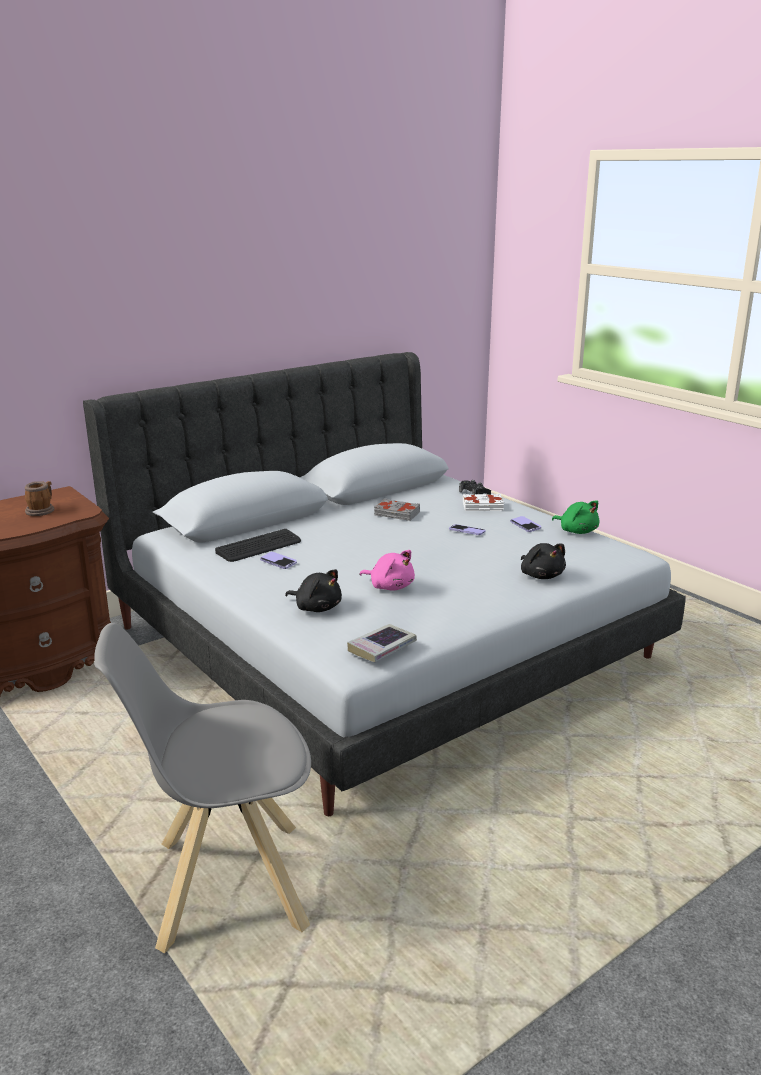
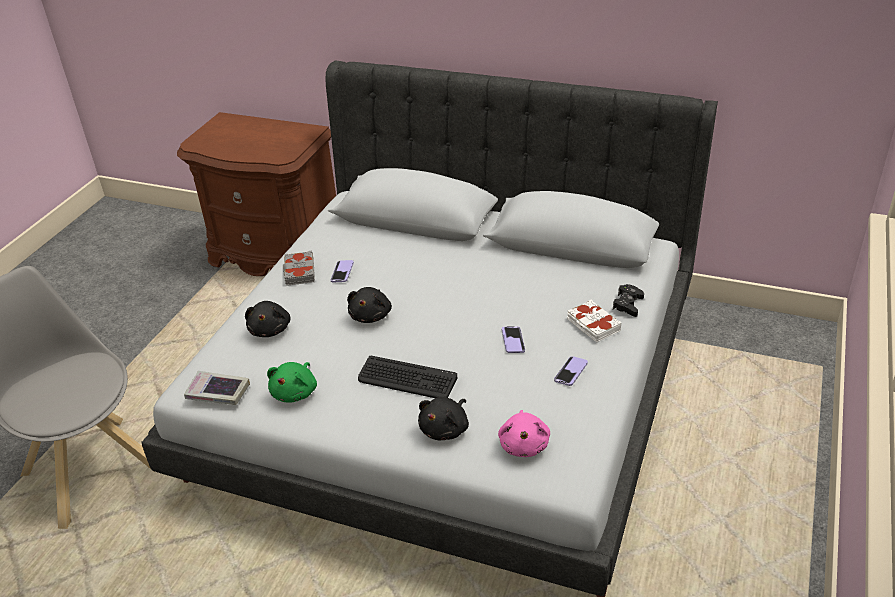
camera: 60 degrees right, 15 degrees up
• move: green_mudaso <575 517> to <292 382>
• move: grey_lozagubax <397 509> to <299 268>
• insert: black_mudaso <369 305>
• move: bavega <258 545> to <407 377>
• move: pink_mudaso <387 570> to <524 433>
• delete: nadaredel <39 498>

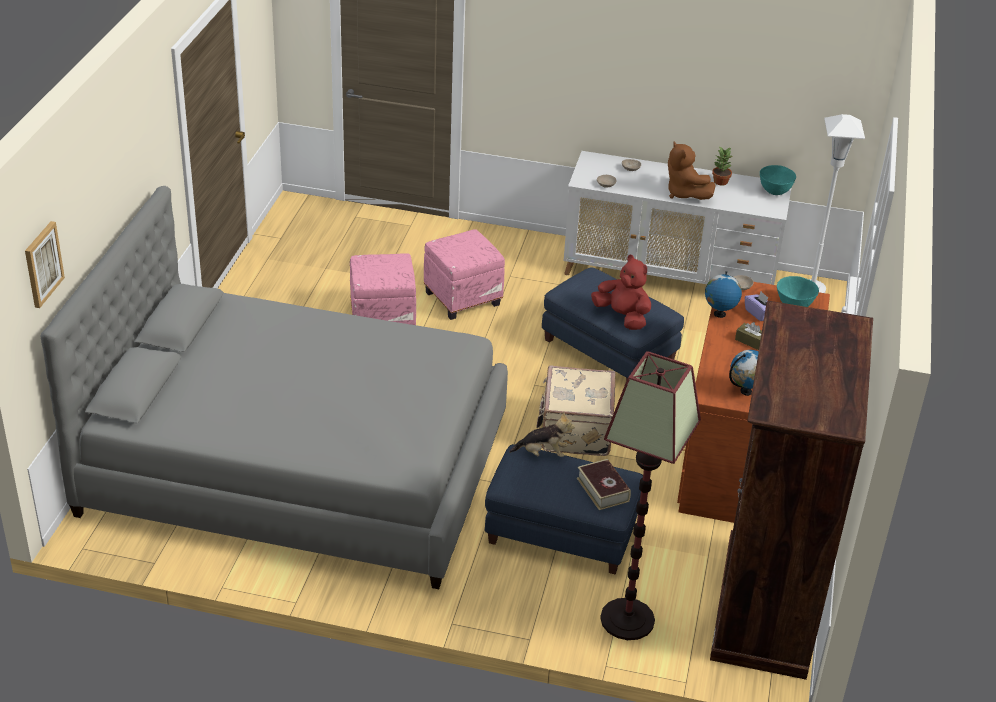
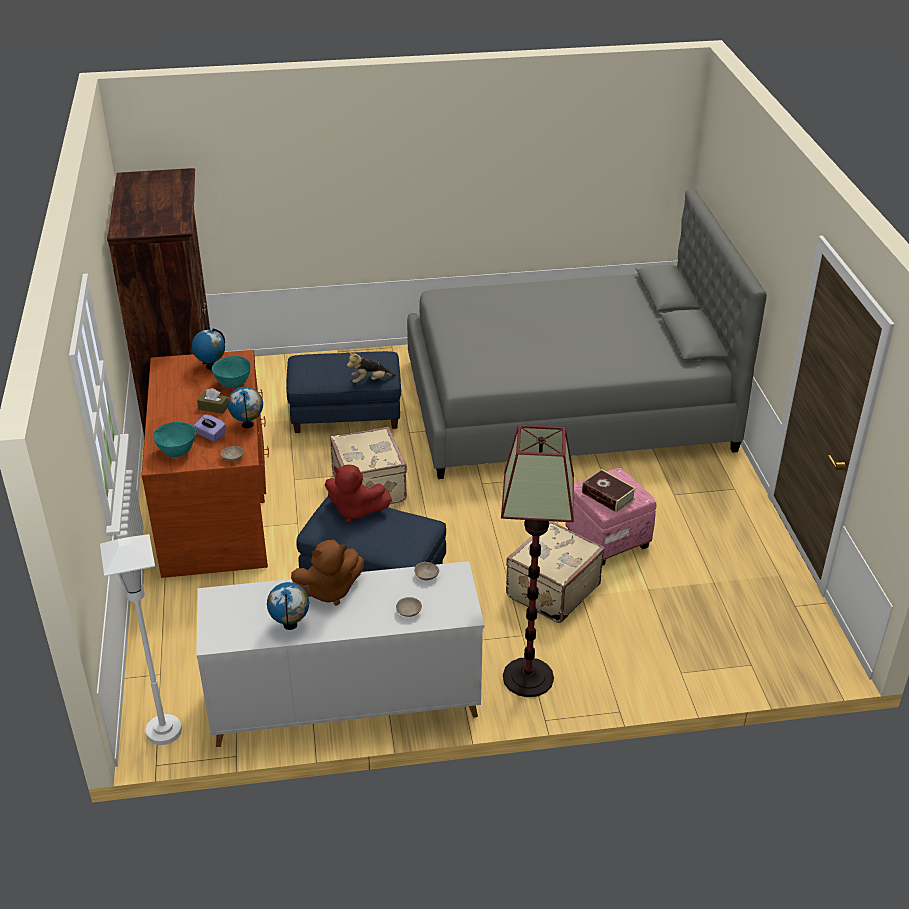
camera: 160 degrees right, 0 degrees up
• move: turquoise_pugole <778 180> to <231 372>
• replace: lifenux <722 166> to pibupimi <288 606>
• rotate: brown_mudaso <692 170> = <327 573> 120 degrees clockwise
• move: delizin <650 495> to <537 561>
• replace: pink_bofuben <464 274> to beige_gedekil <555 572>
• move: lozagubax <604 484> to <609 491>
• delete: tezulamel <45 264>

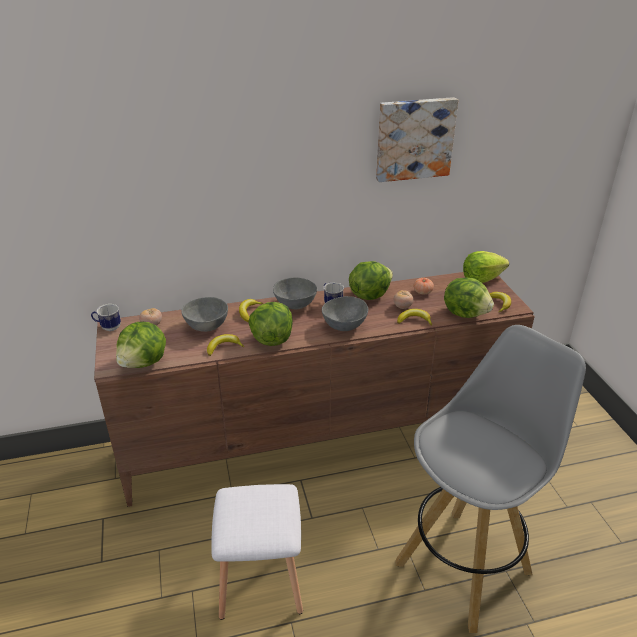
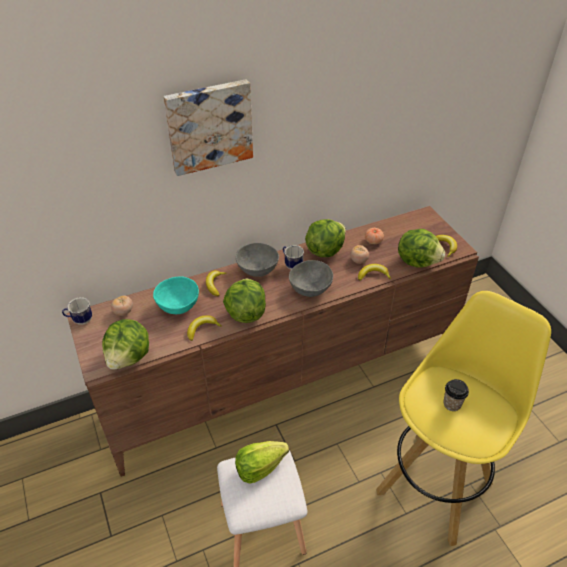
camera: 10 degrees left, 10 degrees up
• recolor: grey_pugole <204 314> to turquoise_pugole <176 295>
• move: tezulamel <417 139> to <208 127>
• move: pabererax <486 267> to <262 462>
• recolor: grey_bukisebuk <490 479> to yellow_bukisebuk <463 418>
• insert: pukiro <456 395>

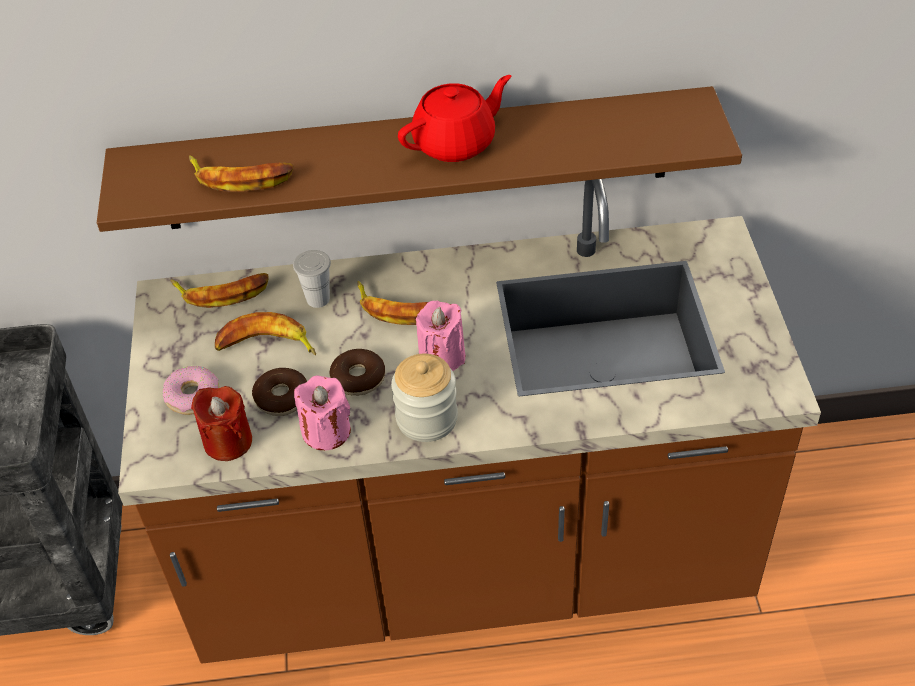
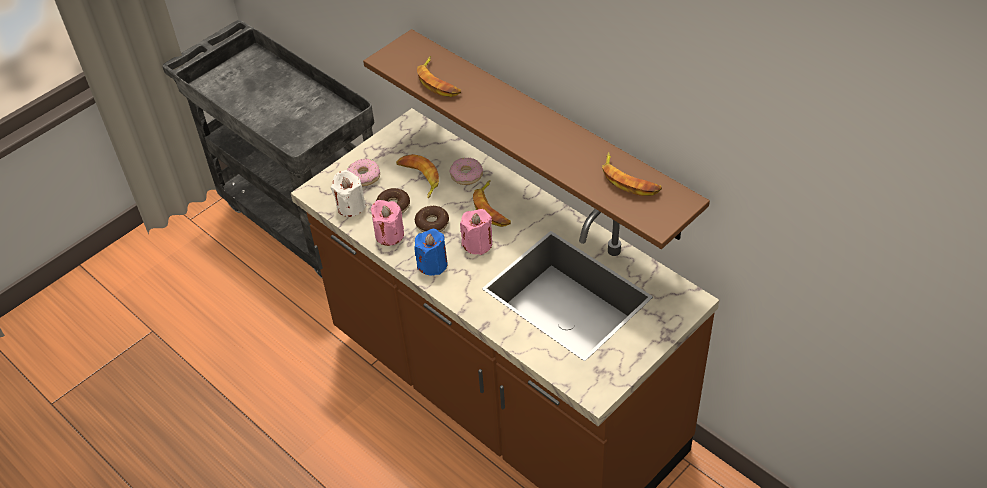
camera: 50 degrees right, 0 degrees up
• recolor: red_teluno <221 423> to white_teluno <348 193>
• replace: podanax <424 398> to blue_teluno <431 252>
• replace: white_pukiro <312 279> to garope <466 171>
• move: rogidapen <219 290> to <632 174>
• delete: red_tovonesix <454 118>

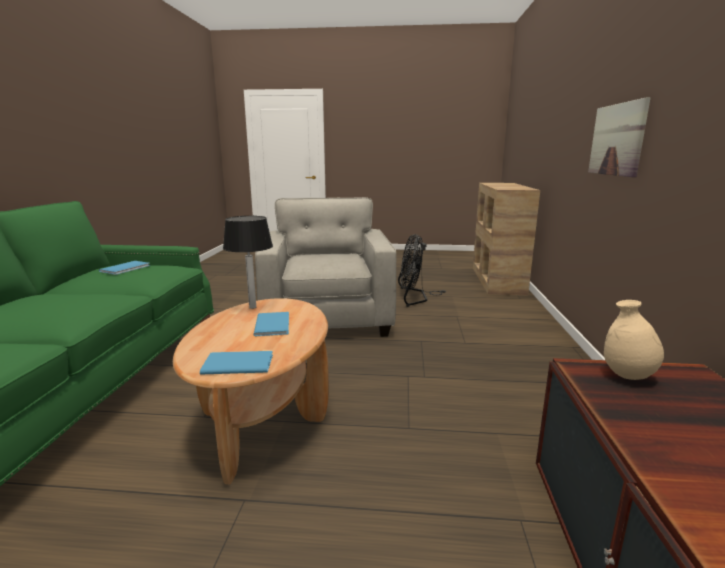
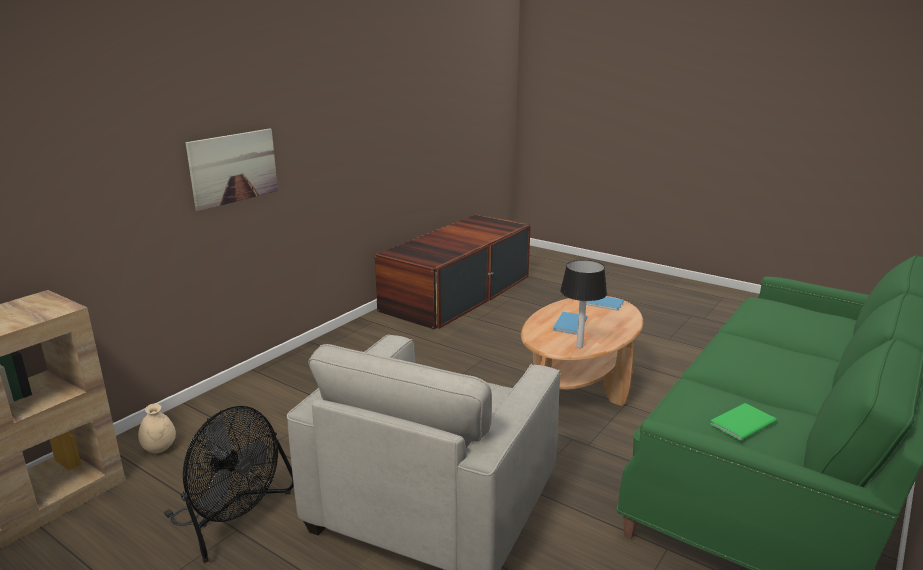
camera: 150 degrees left, 5 degrees up
• move: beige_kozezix <634 340> to <157 428>
• recolor: blue_lozagubax <124 268> to green_lozagubax <743 422>

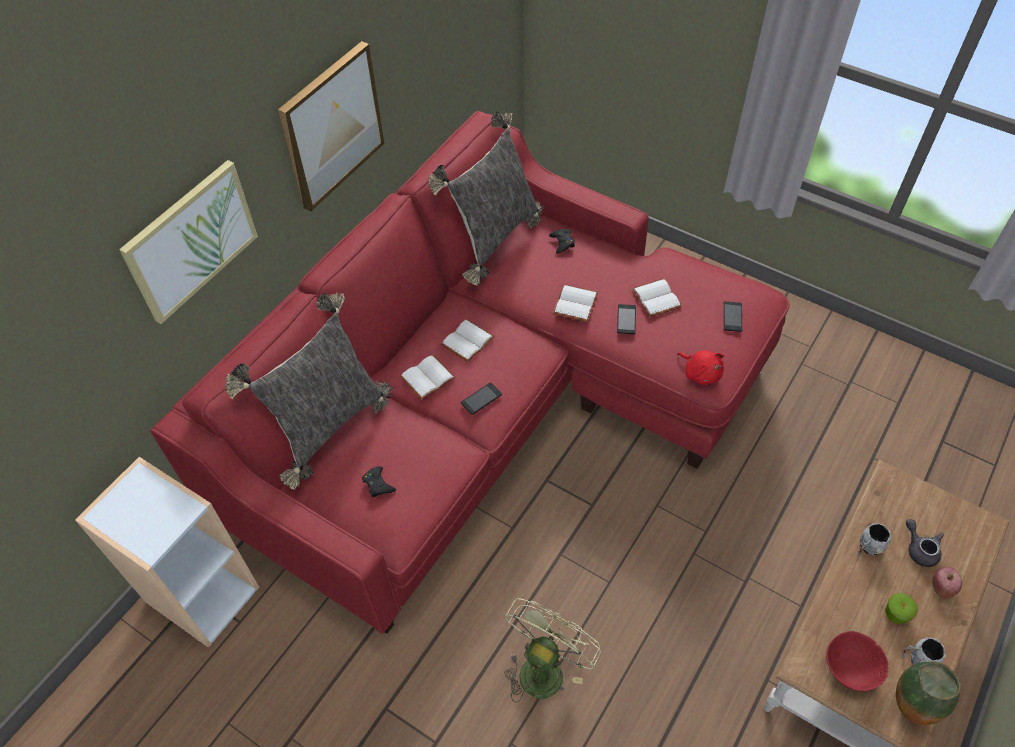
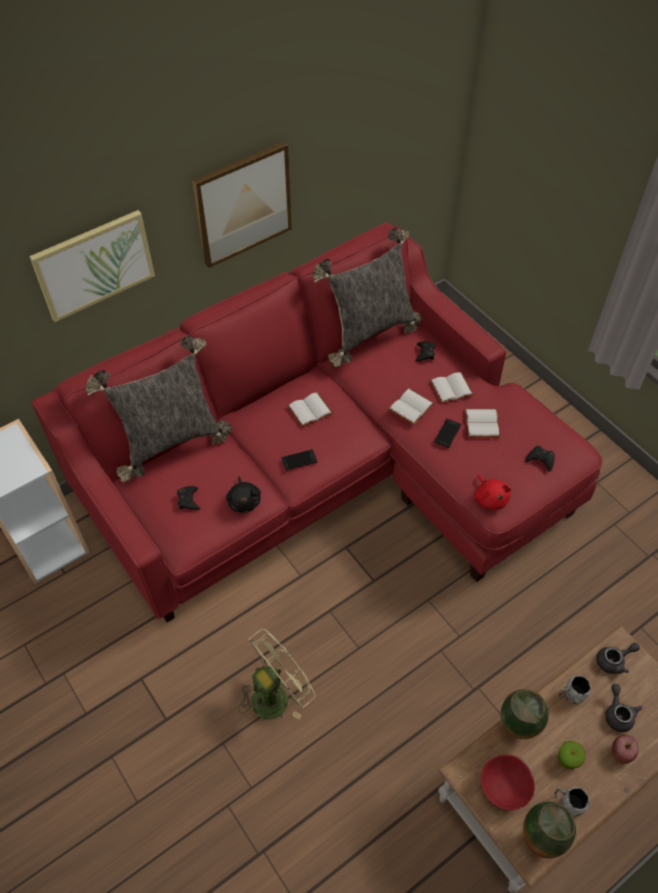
camera: 20 degrees right, 0 degrees up
• insert: black_mudaso <243 494>
• move: white_lozagubax <428 377> to <452 388>
• insert: kozezix <525 714>
• replace: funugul <733 316> to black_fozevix <540 459>
• insert: grey_tovonesix <618 658>

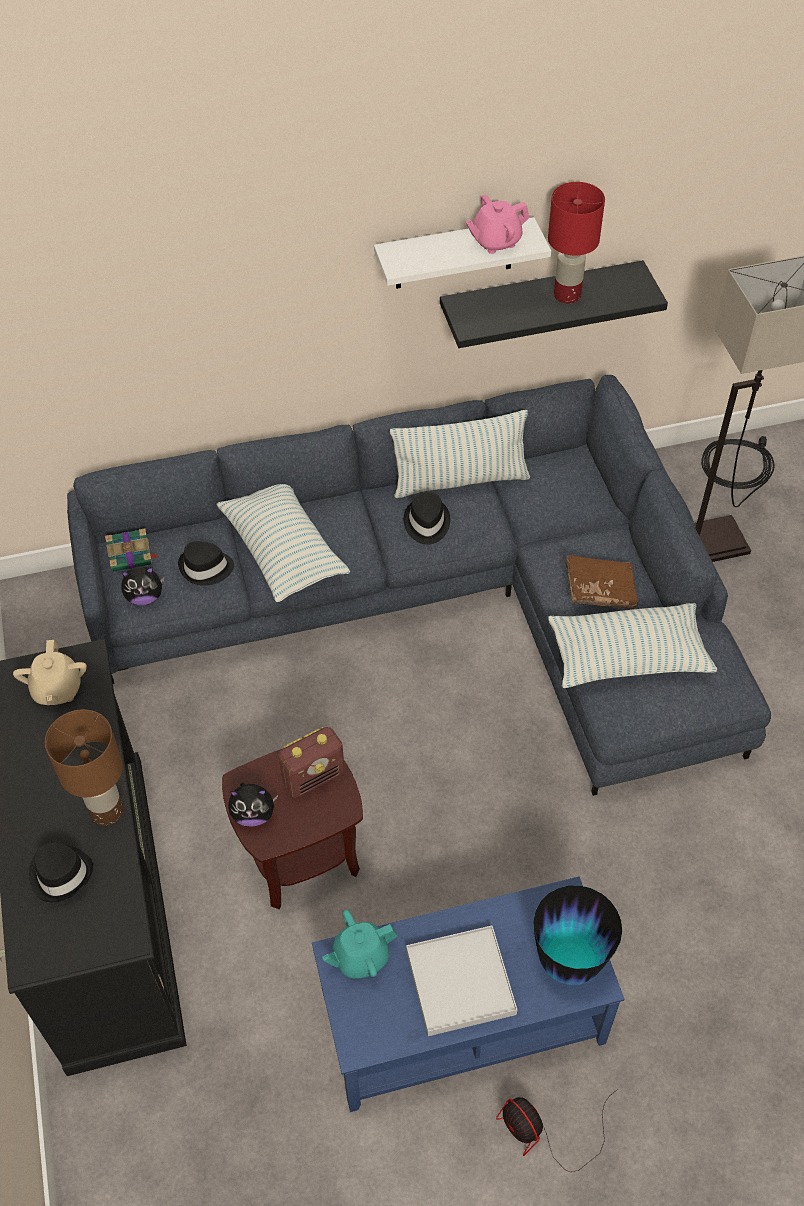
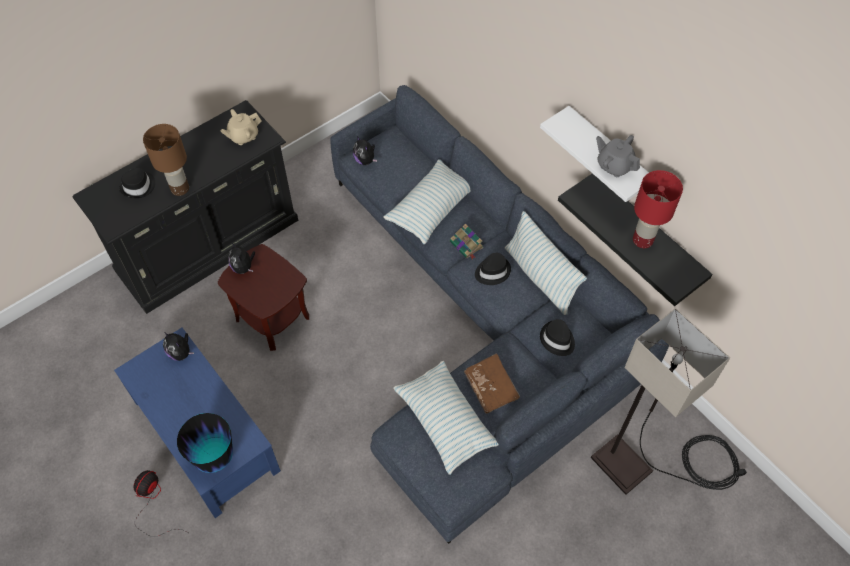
camera: 65 degrees right, 5 degrees up
• replace: turquoise_tovonesix <360 944> to mudaso <178 346>
• move: lozagubax <132 550> to <467 241>
• move: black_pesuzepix <206 563> to <557 337>
• recolor: pink_tovonesix <498 224> to grey_tovonesix <618 156>
• delete: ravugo <311 762>
• delete: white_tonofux <461 980>

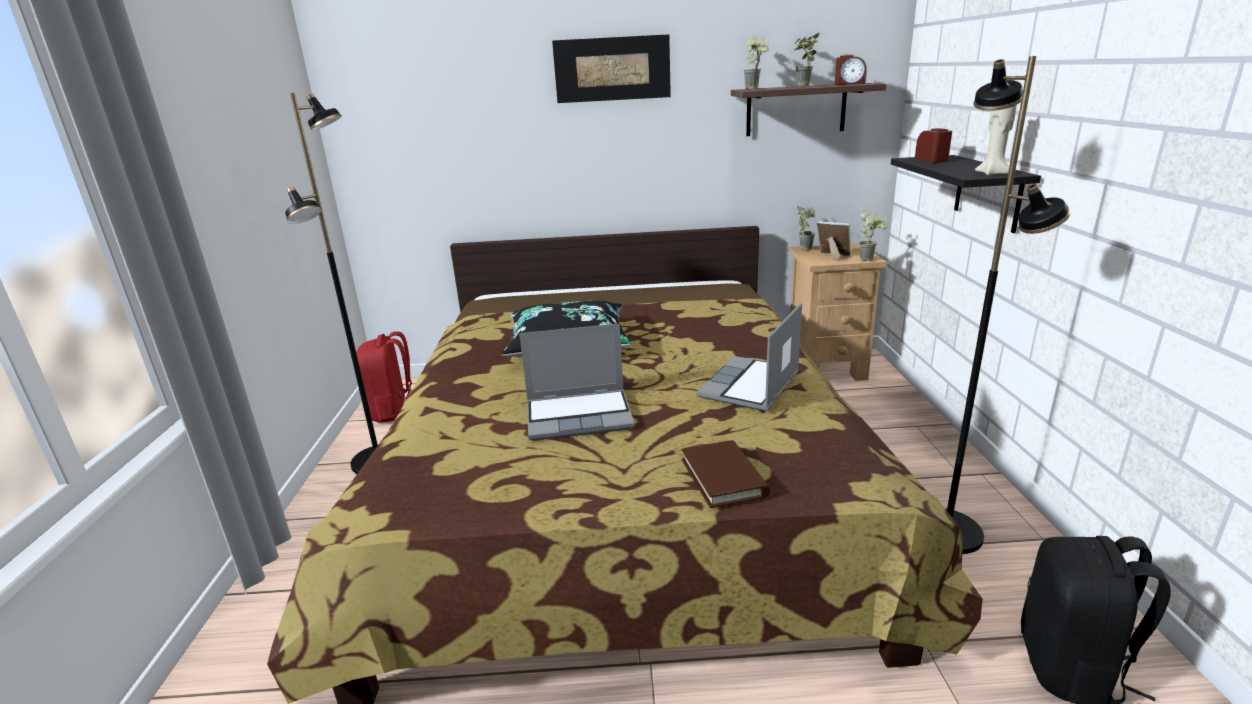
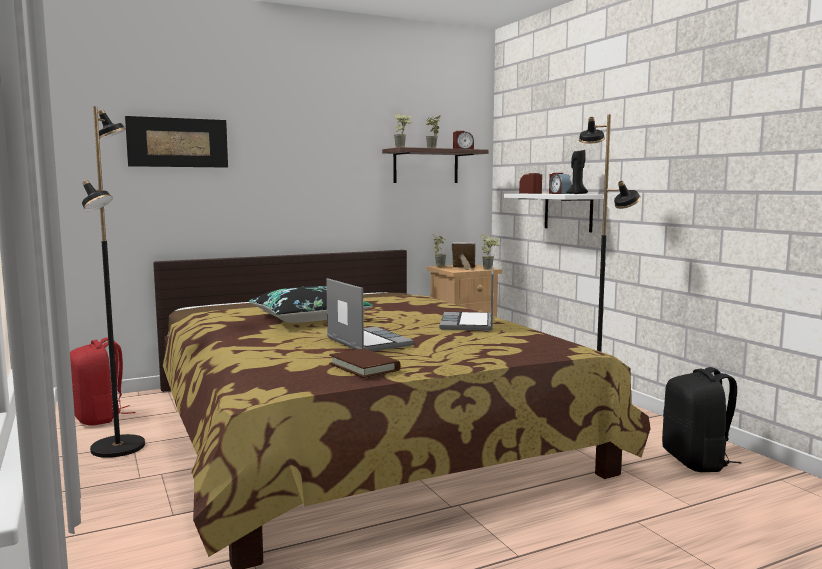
camera: 25 degrees left, 15 degrees down
• move: tezulamel <611 68> to <176 142>
• rotate: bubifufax <577 382> = <370 314> 90 degrees counterclockwise
• move: brown_lozagubax <725 474> to <364 363>
• recolor: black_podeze <966 194> to white_podeze <553 213>
• insert: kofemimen <560 183>
• recolor: beige_teluno <996 140> to black_teluno <577 171>

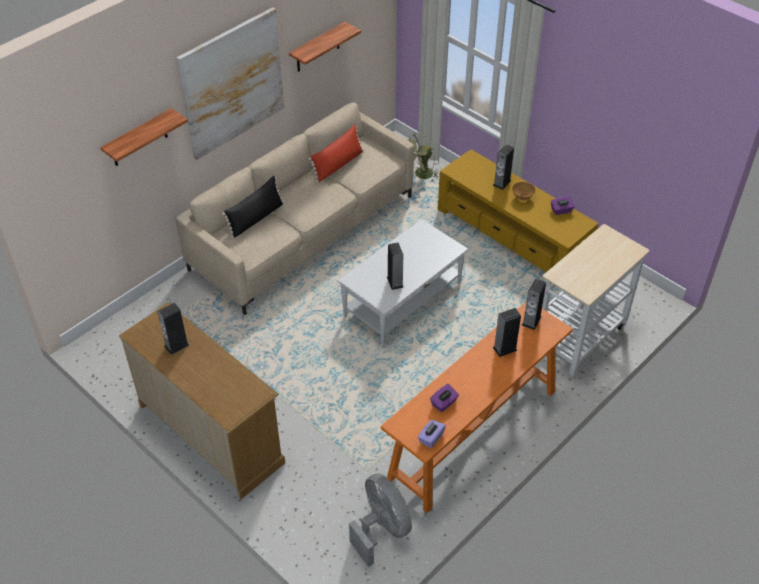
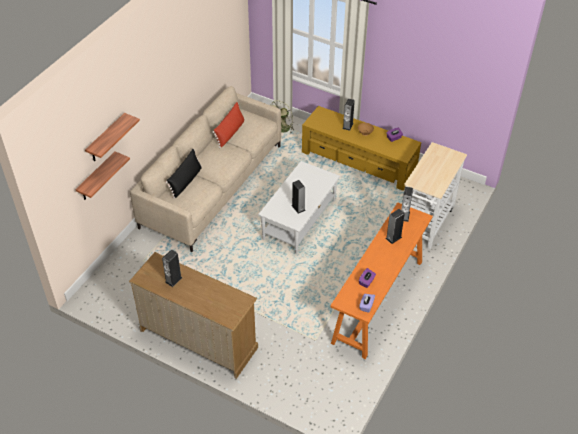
camera: 15 degrees left, 0 degrees up
• move: podeze <325 47> to <102 175>
• delete: tezulamel <230 83>
• delete: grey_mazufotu <380 520>

